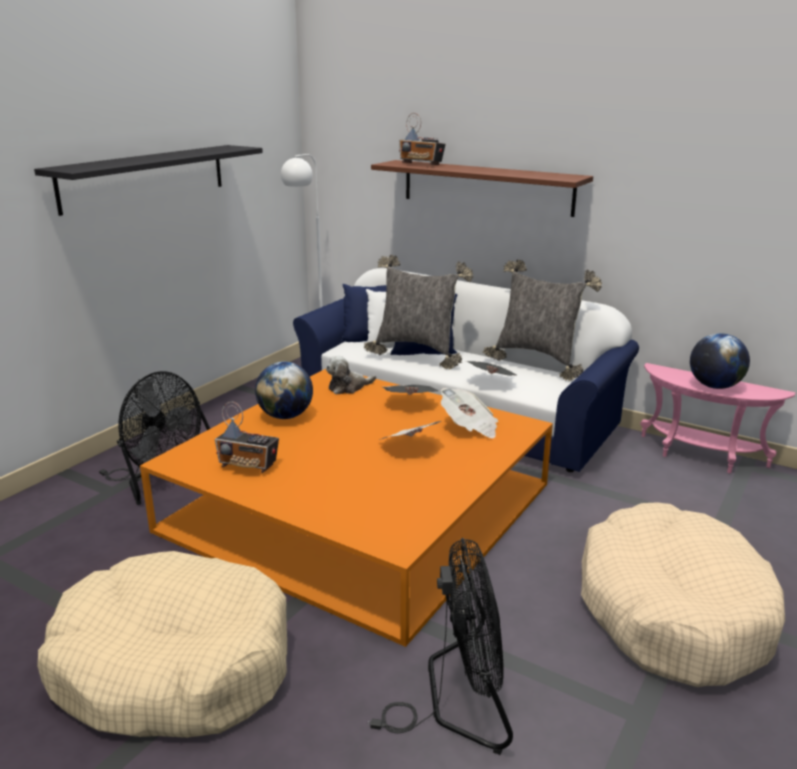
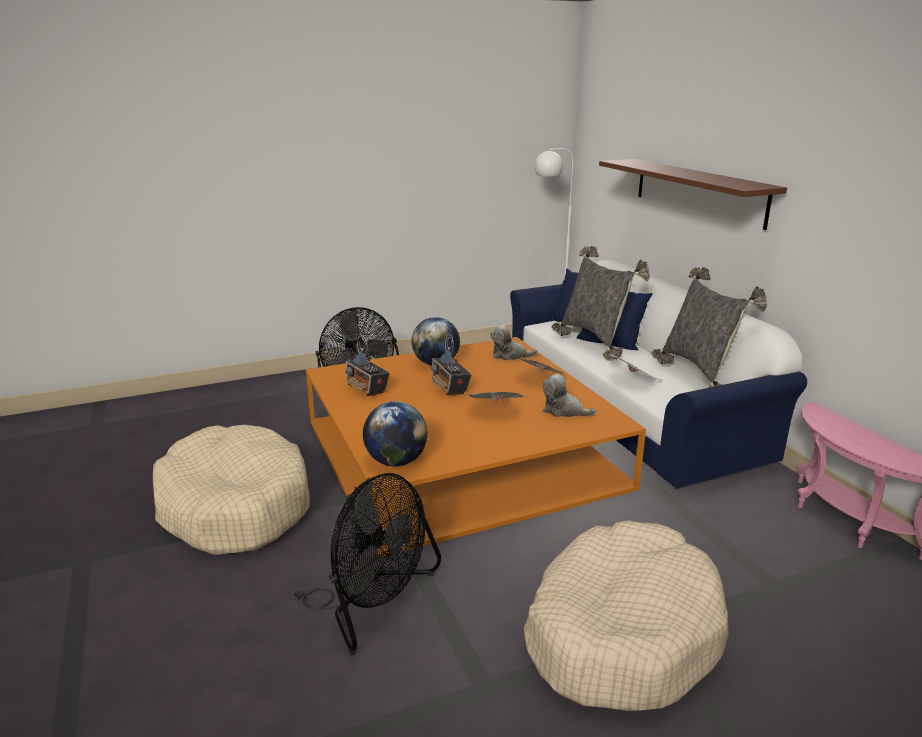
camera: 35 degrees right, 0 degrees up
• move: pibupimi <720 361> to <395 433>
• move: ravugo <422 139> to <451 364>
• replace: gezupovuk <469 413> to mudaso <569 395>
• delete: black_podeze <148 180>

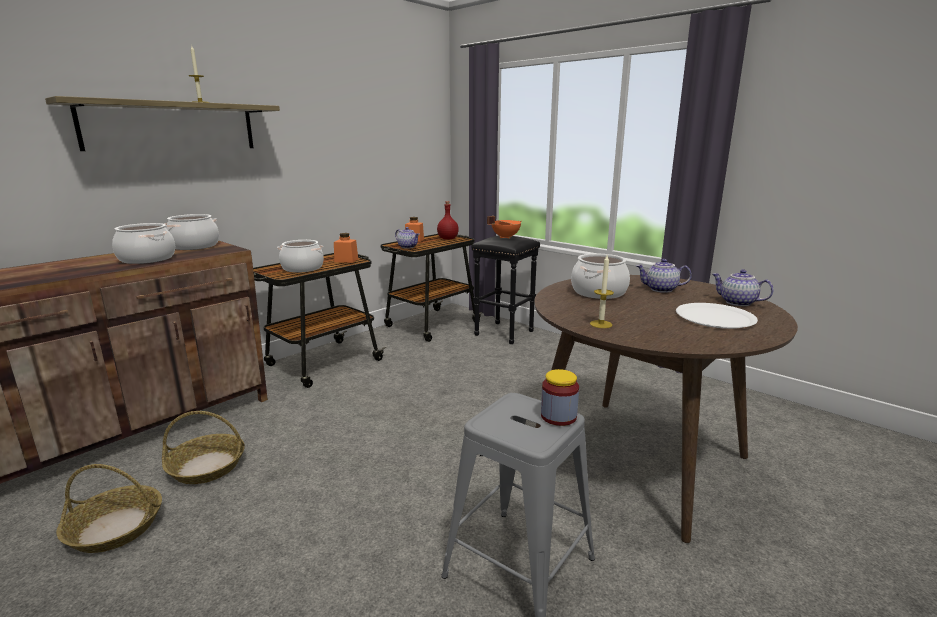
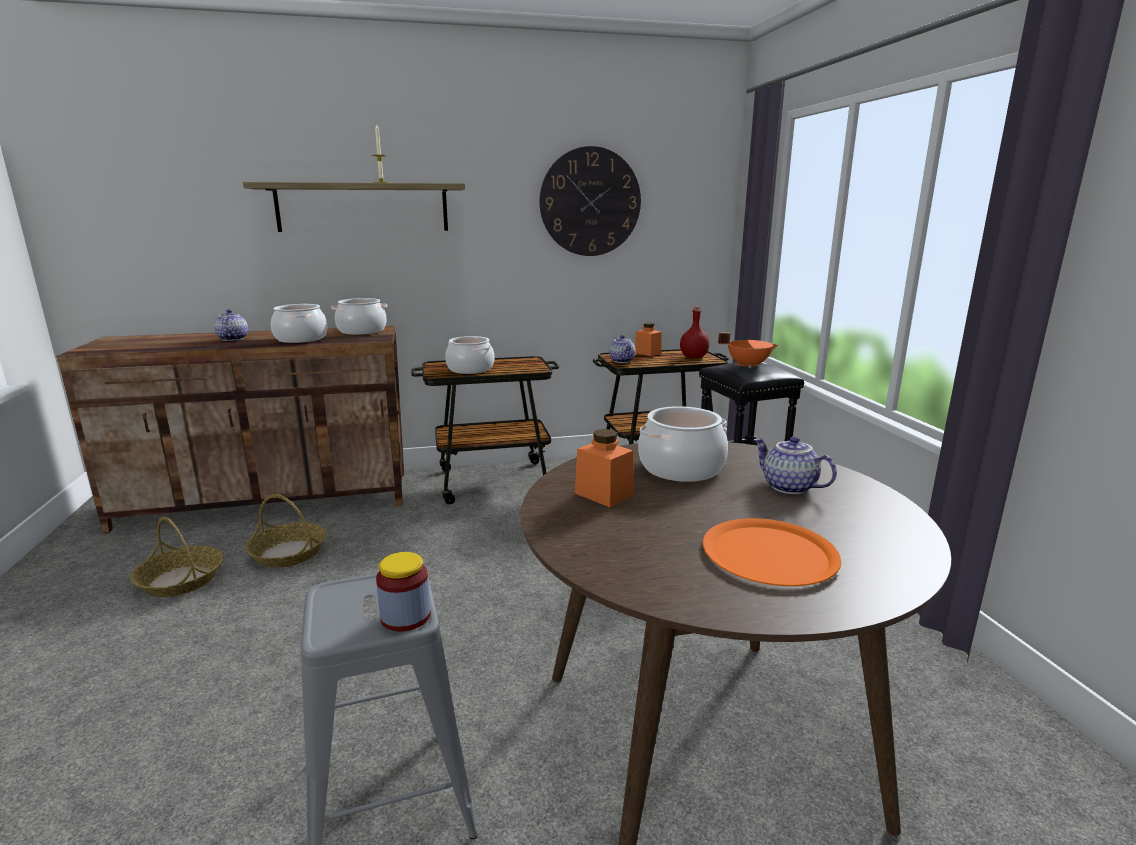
camera: 35 degrees right, 0 degrees up
• move: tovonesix <743 288> to <231 325>
• insert: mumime <590 201>
• move: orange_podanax <346 248> to <604 468>
• recolor: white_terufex <717 316> to orange_terufex <772 552>
• delete: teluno <602 291>

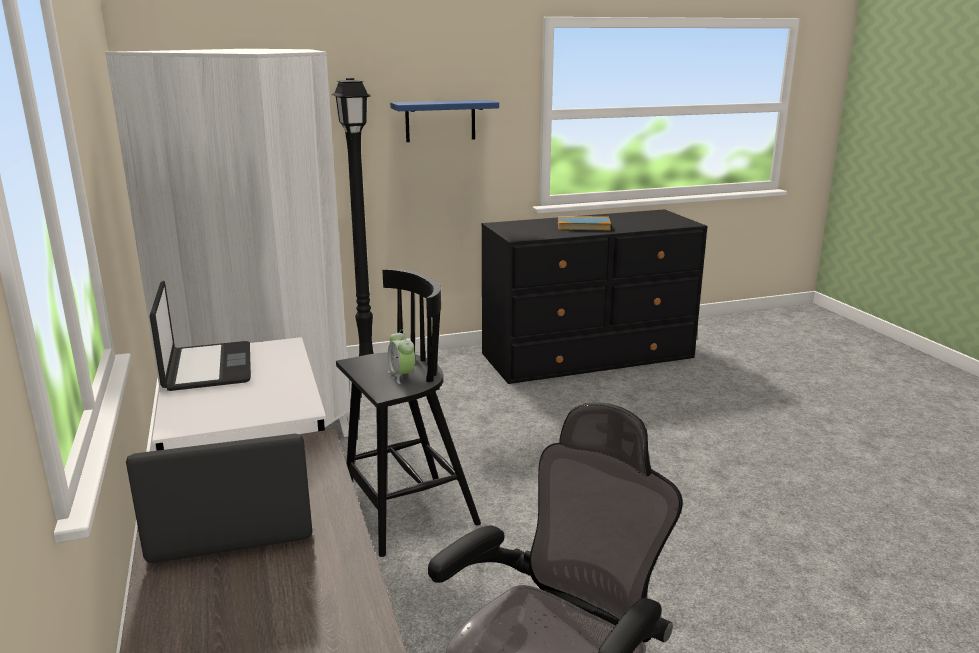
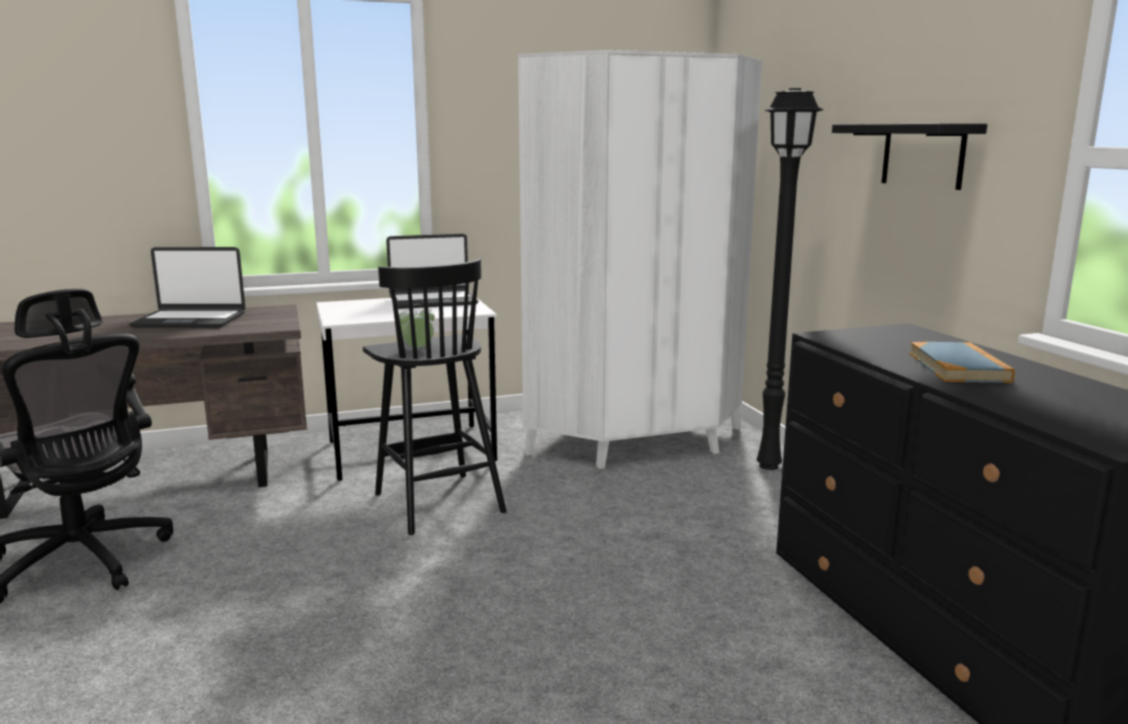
camera: 90 degrees right, 5 degrees down
• rotate: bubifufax <219 498> = <187 287> 105 degrees clockwise
• recolor: blue_podeze <444 121> to black_podeze <909 157>

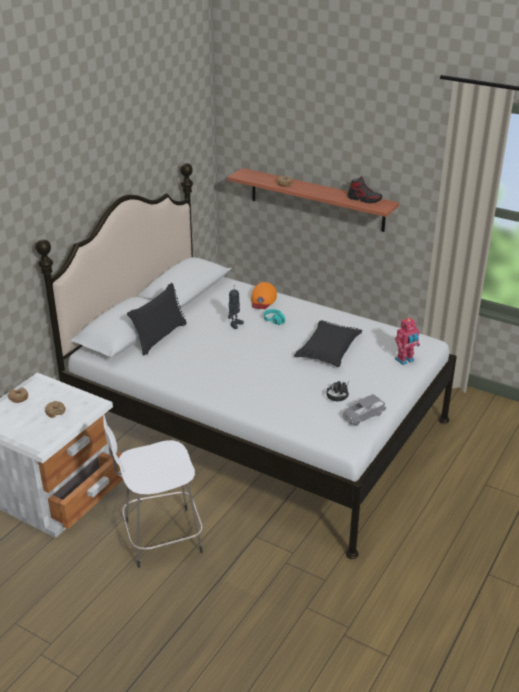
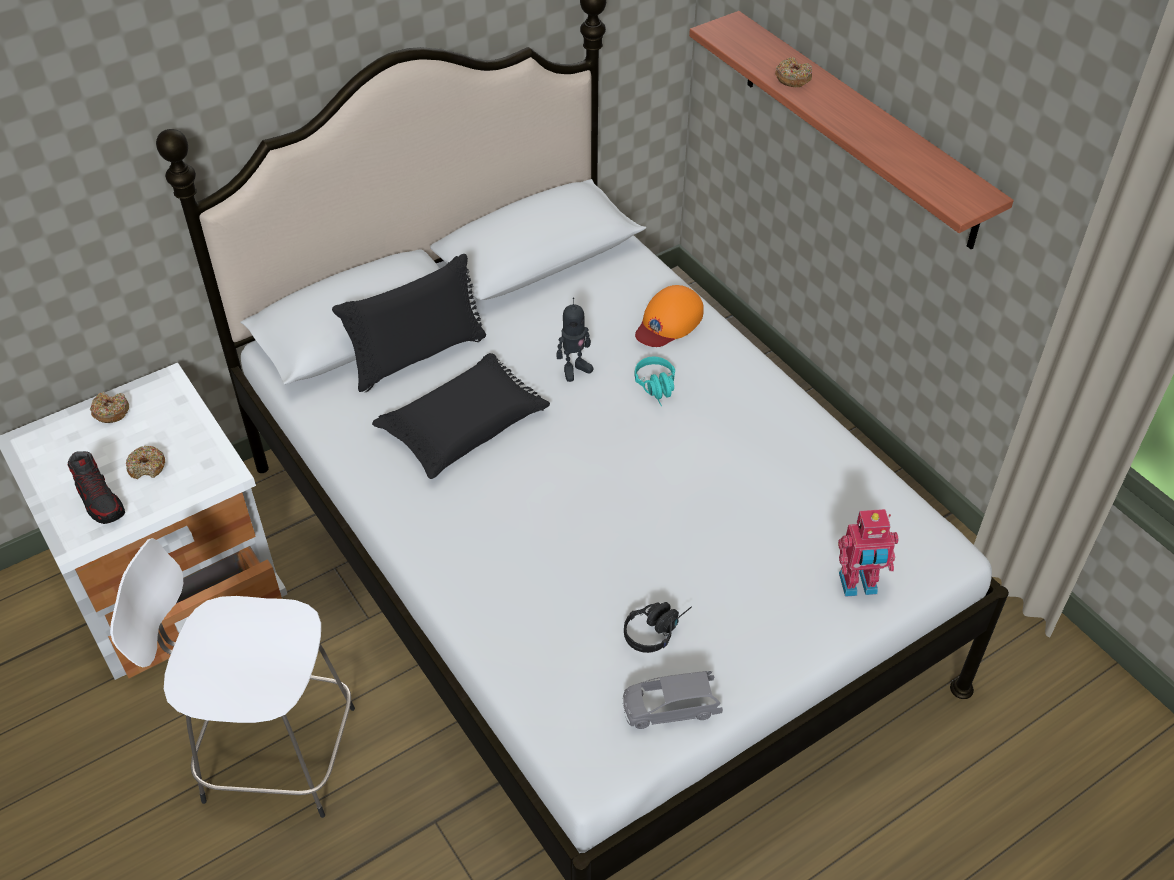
camera: 25 degrees right, 15 degrees up
• move: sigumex <364 190> to <96 487>
• move: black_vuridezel <328 343> to <461 416>

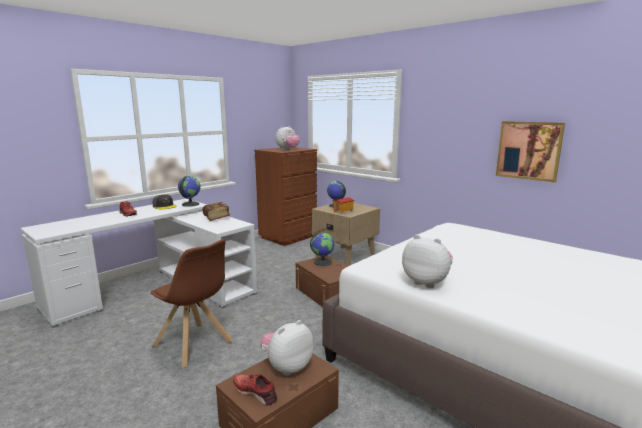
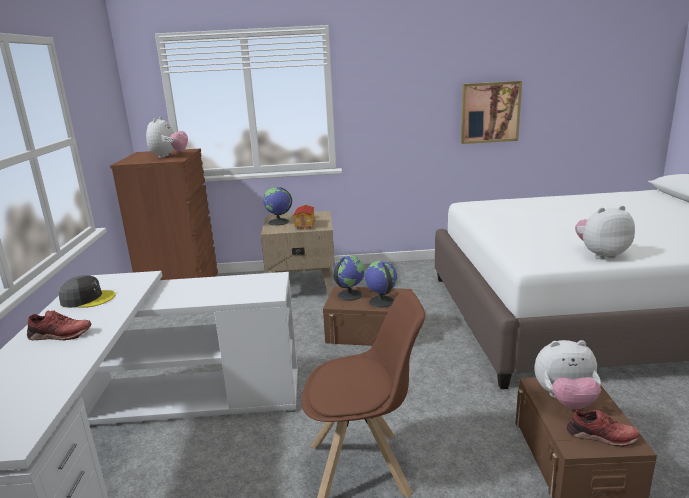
camera: 45 degrees left, 5 degrees up
• move: pibupimi <189 191> to <381 284>
• rotate: mudaso <287 348> = <567 375> 90 degrees counterclockwise
• rotate: red_sigumex <255 389> = <603 428> 150 degrees counterclockwise
• delete: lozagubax <216 211>

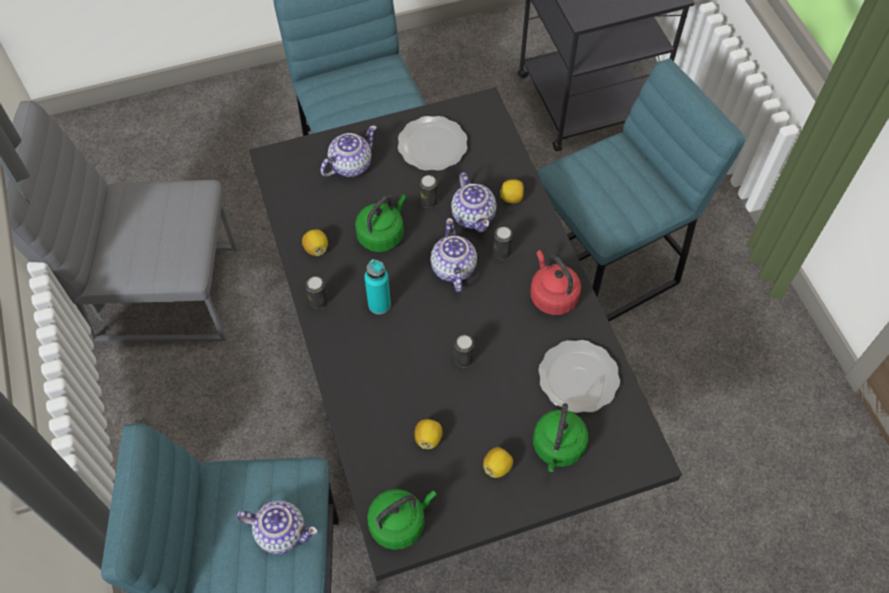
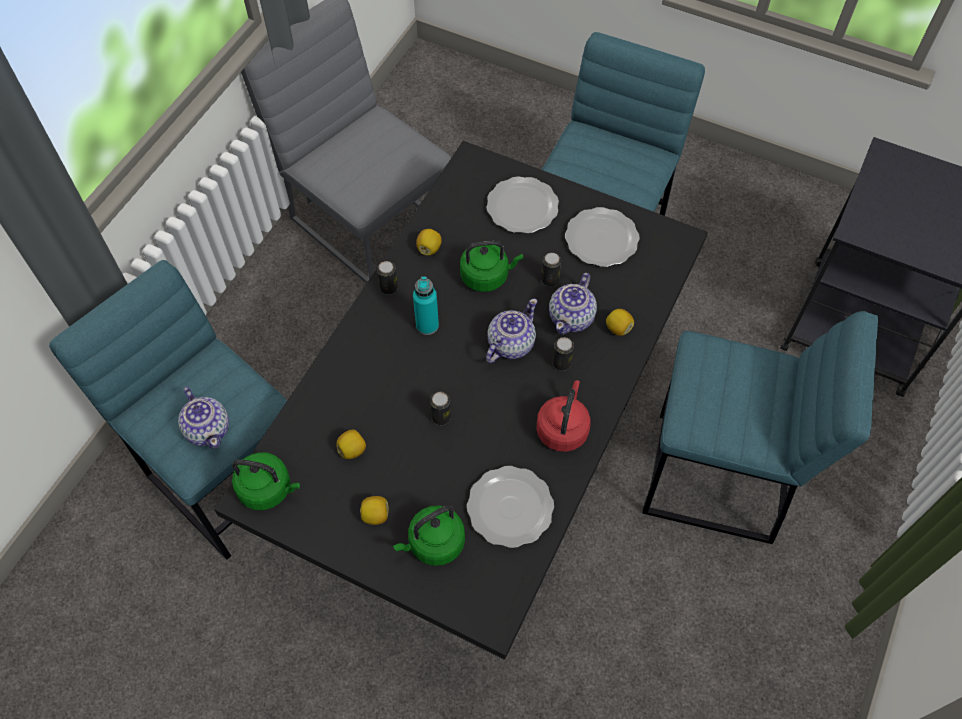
camera: 45 degrees right, 0 degrees up
• replace: tovonesix <348 151> to terufex <522 205>

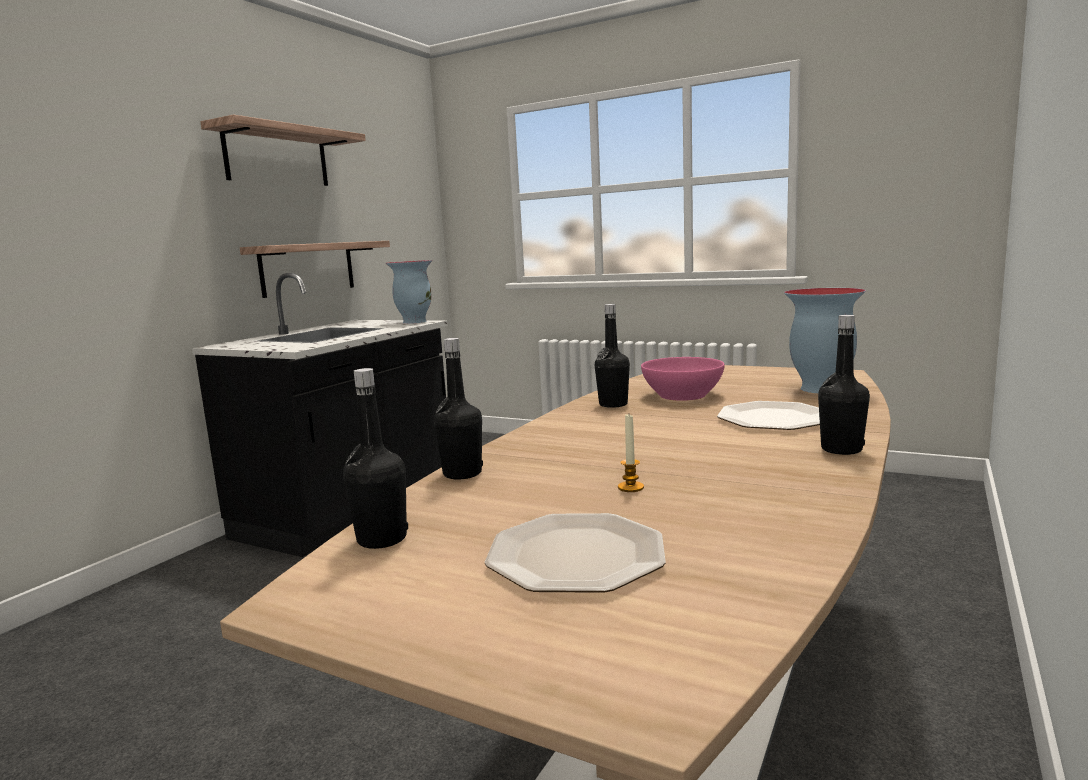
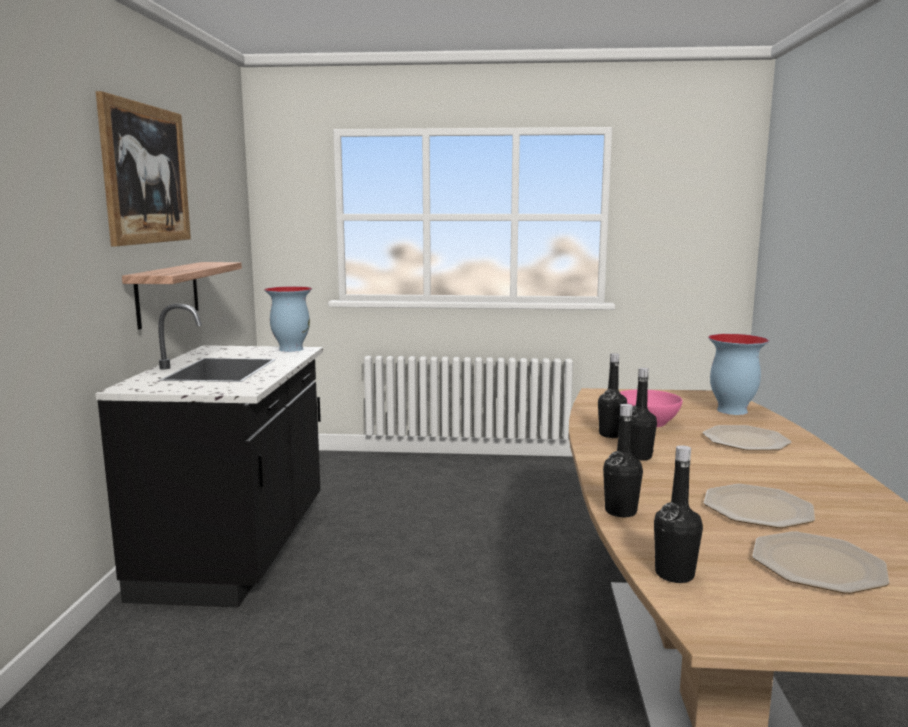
camera: 25 degrees left, 0 degrees up
• replace: podeze <283 150> to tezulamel <143 168>
• move: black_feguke <844 385> to <644 414>
• replace: teluno <631 453> to terufex <759 506>

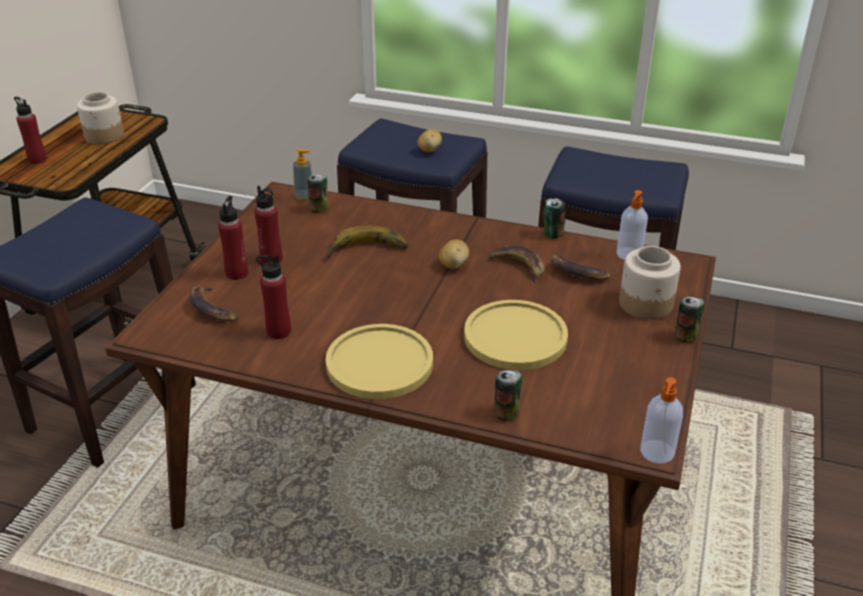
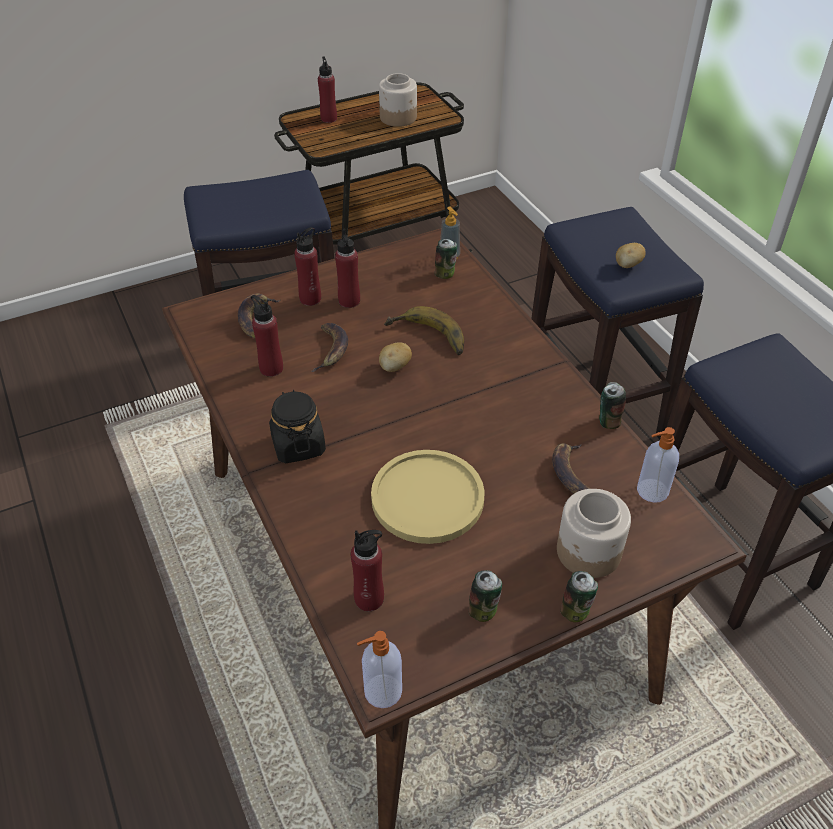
camera: 45 degrees right, 10 degrees up
• replace: yellow_terufex <379 361> to black_podanax <297 426>
• move: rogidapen <517 266> to <329 347>
• insert: red_feguke <367 570>
• move: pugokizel <454 254> to <395 357>
• move: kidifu <508 395> to <485 596>

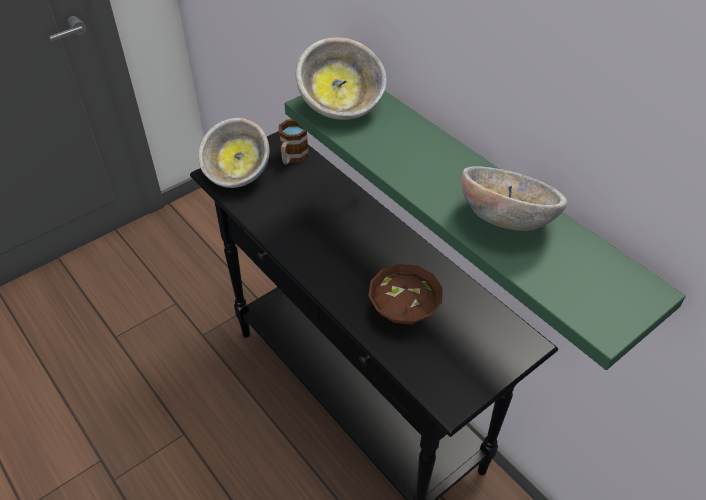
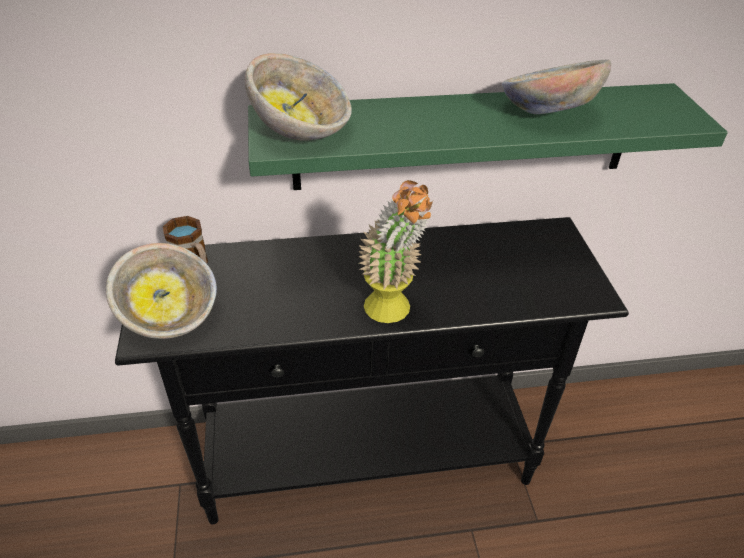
camera: 60 degrees left, 5 degrees down
• insert: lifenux <396 251>
• delete: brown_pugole <405 294>

